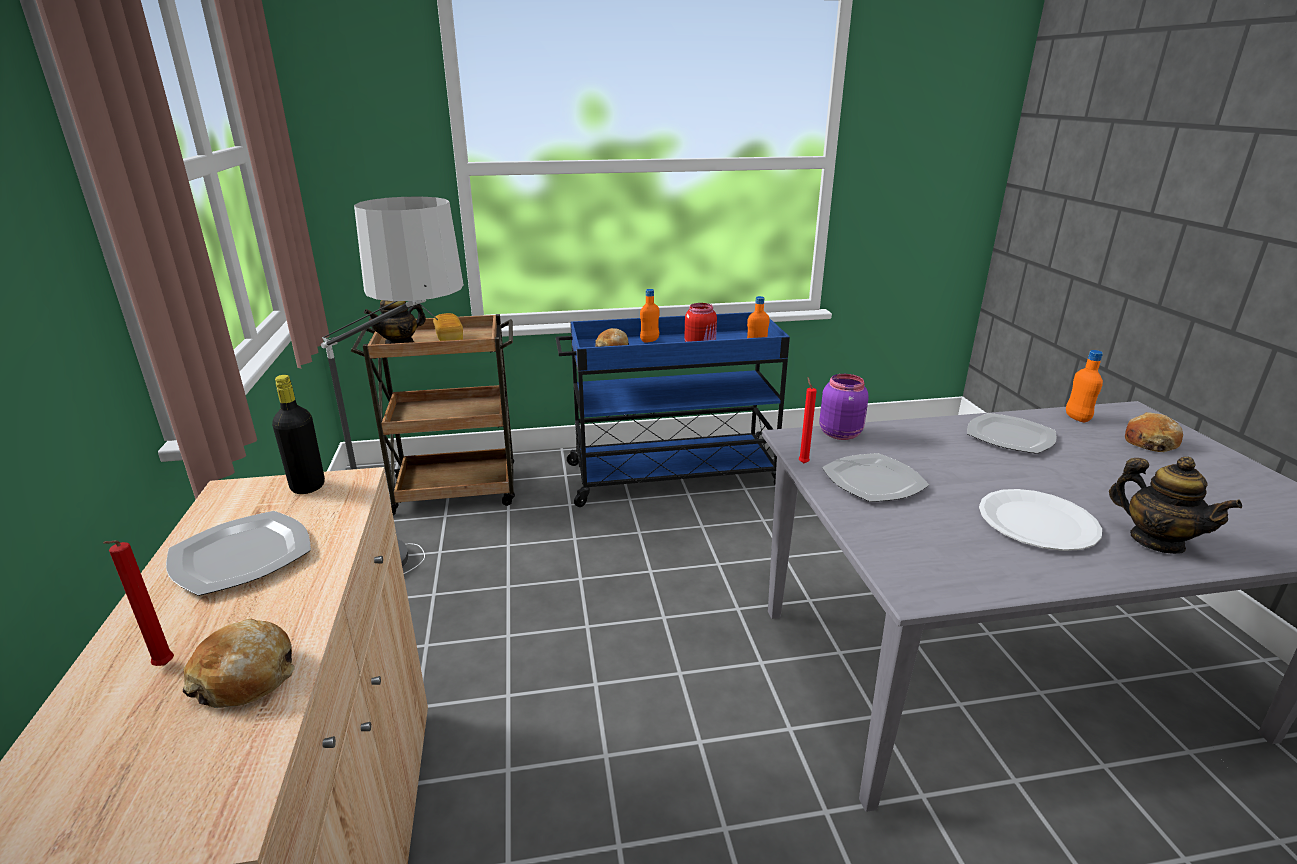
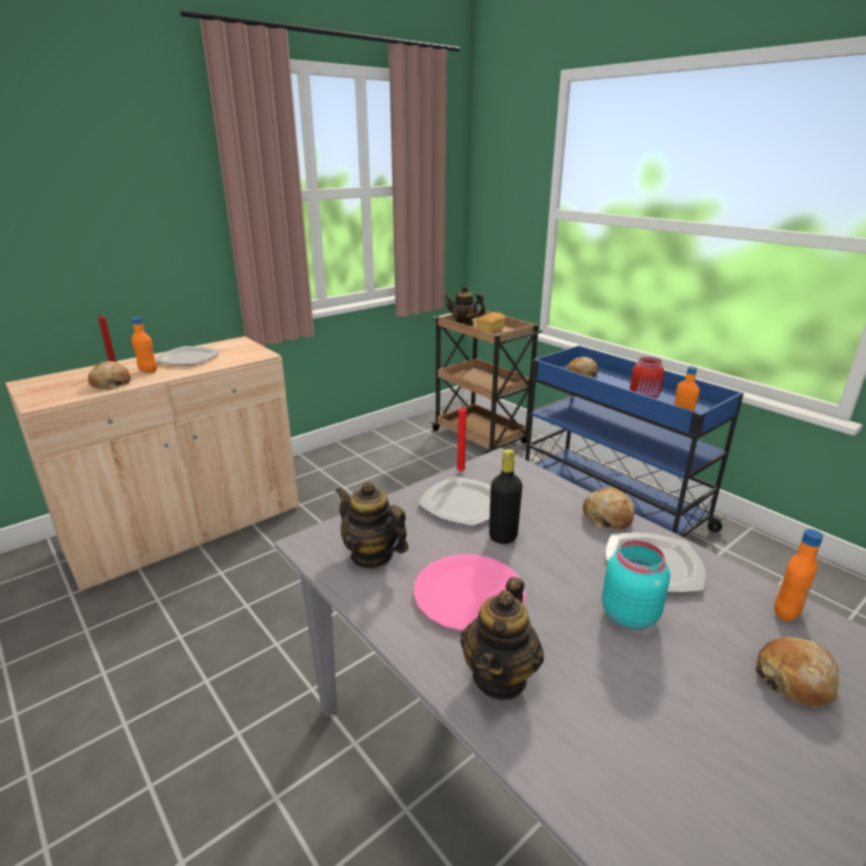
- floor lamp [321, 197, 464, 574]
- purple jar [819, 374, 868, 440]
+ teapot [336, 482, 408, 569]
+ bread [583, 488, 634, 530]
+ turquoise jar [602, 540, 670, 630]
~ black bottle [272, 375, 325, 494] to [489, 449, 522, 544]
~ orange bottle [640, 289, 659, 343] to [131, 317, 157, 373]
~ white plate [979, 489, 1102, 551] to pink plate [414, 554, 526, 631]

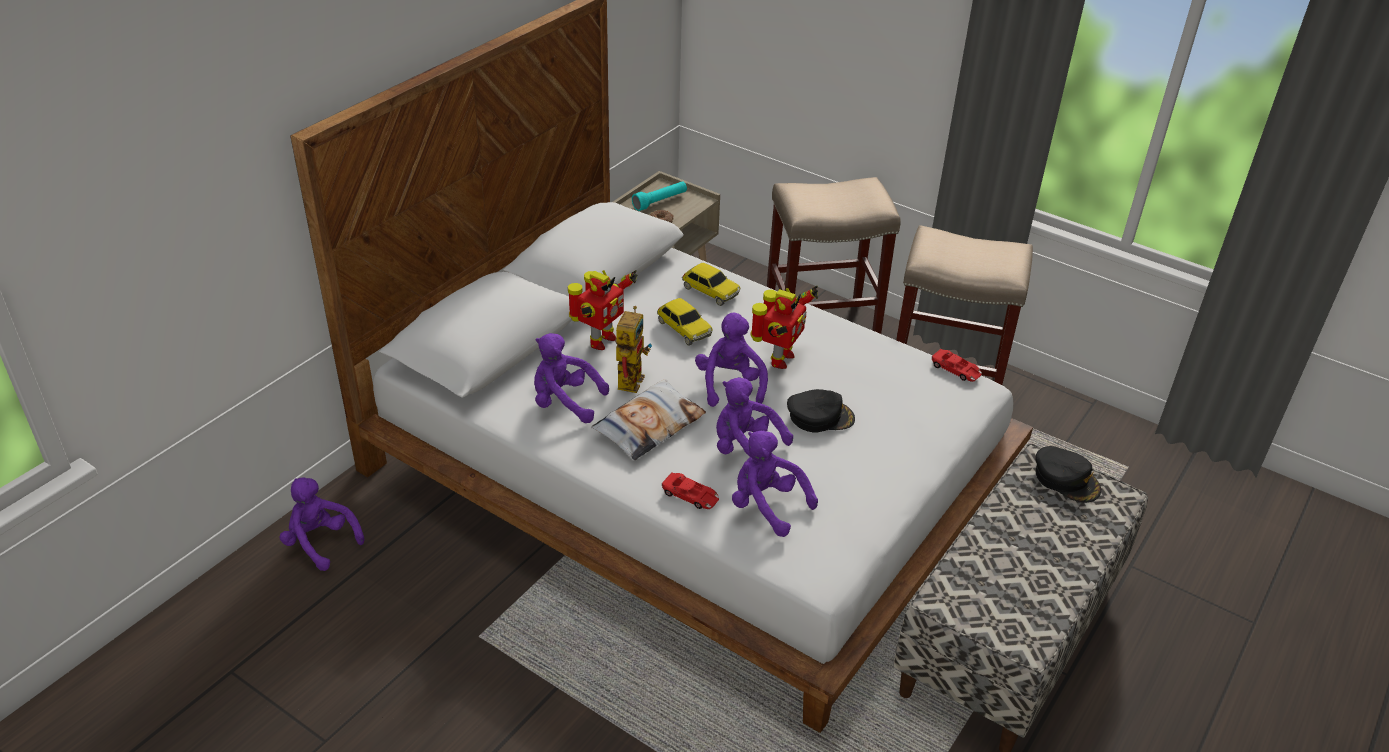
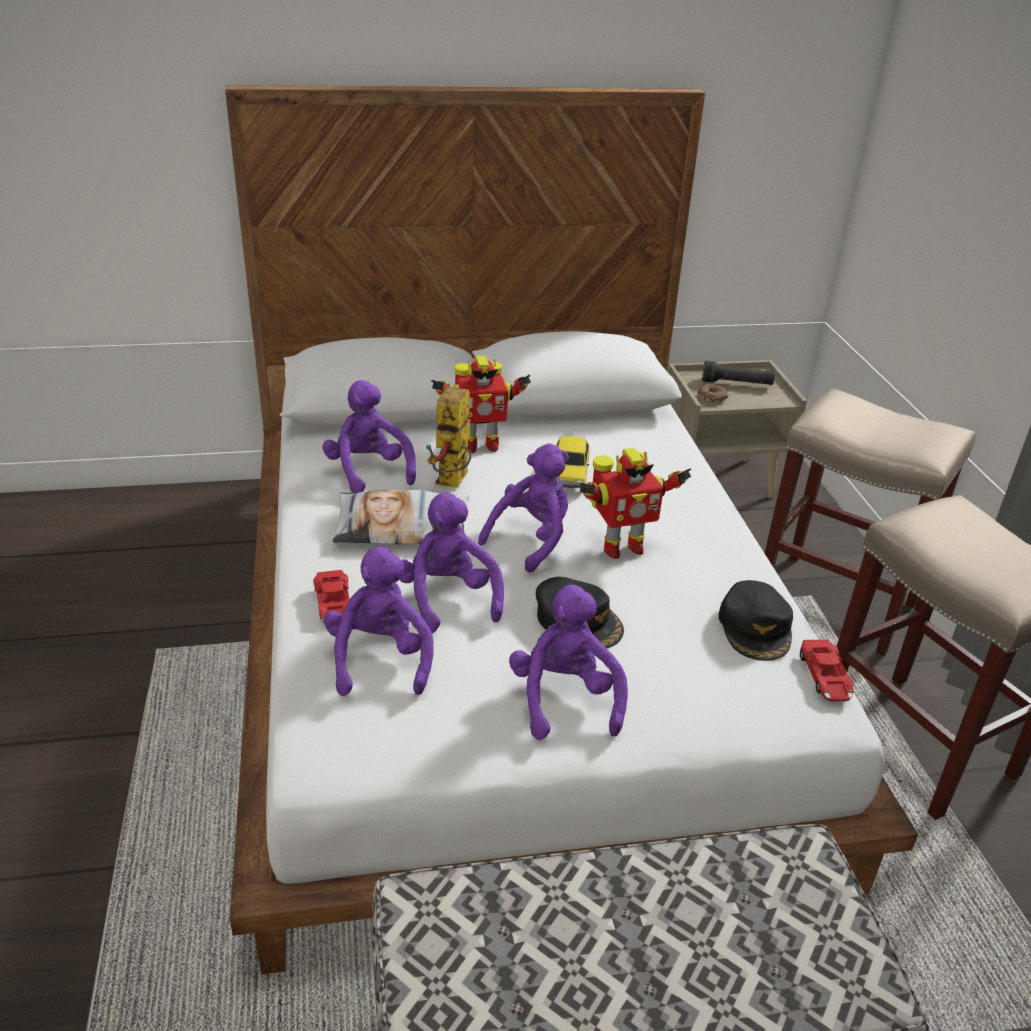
- toy car [682, 263, 740, 306]
~ purple plush toy [280, 477, 364, 571] to [509, 585, 628, 740]
~ black cap [1035, 446, 1101, 503] to [719, 580, 793, 661]
~ turquoise flashlight [632, 181, 687, 211] to black flashlight [702, 361, 775, 385]
~ toy robot [615, 306, 652, 393] = [426, 386, 472, 488] 135 degrees clockwise

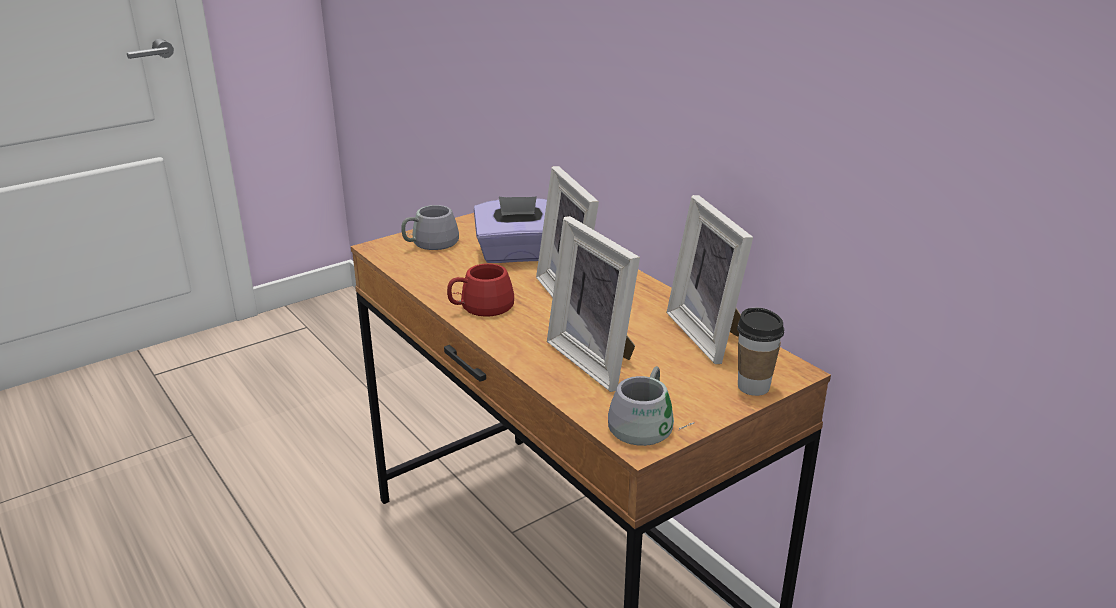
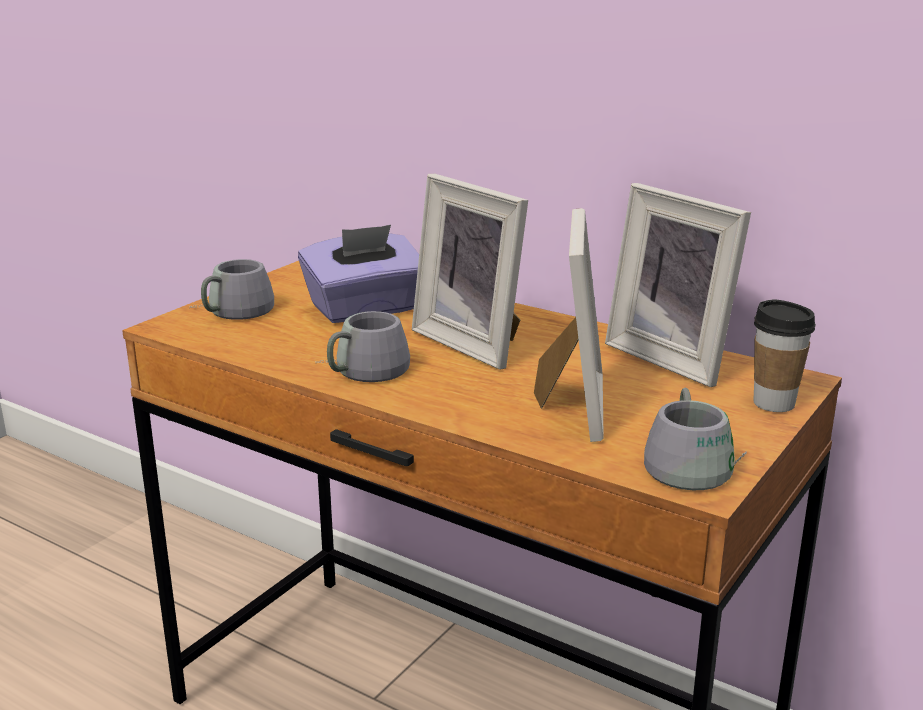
~ red mug [447, 263, 514, 317] to grey mug [315, 311, 410, 382]
~ picture frame [547, 216, 640, 392] = [534, 208, 604, 442] 120 degrees counterclockwise

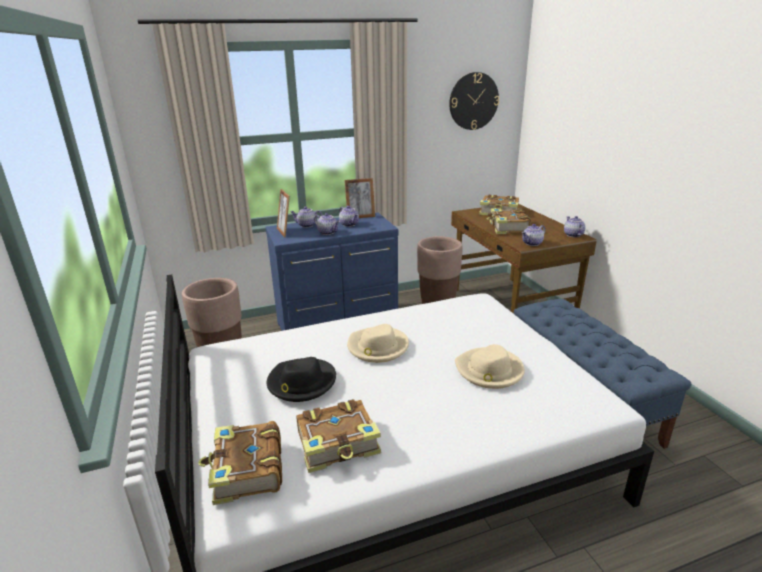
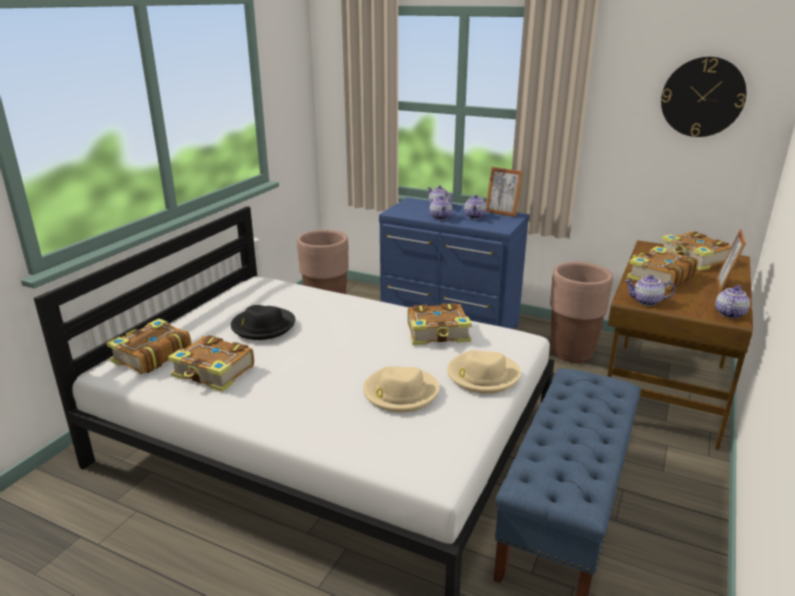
+ book [408, 303, 472, 345]
~ picture frame [277, 189, 290, 238] to [716, 229, 746, 293]
~ beige hat [347, 324, 409, 363] to [447, 350, 521, 394]

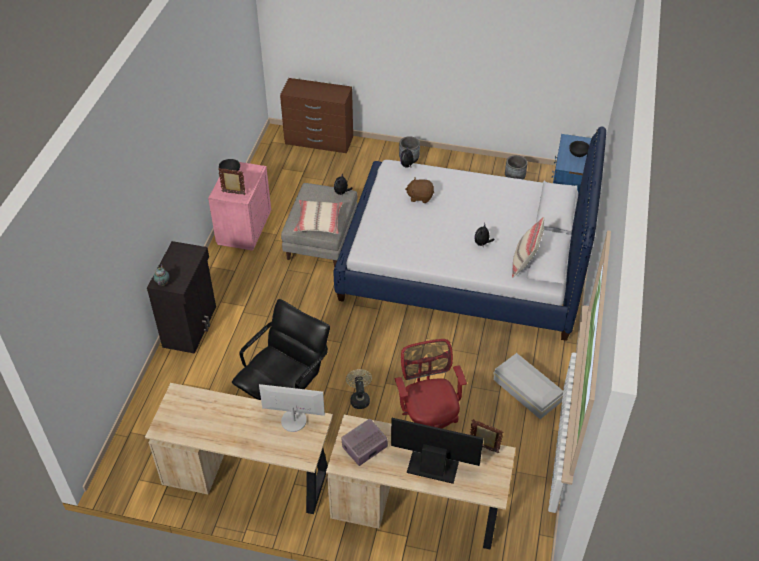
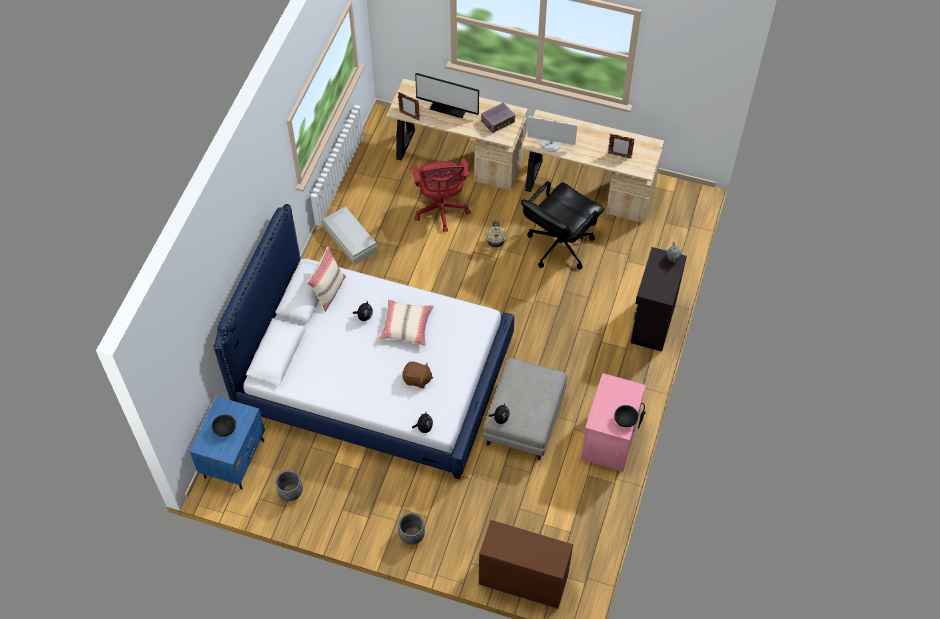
~ picture frame [218, 168, 245, 195] to [608, 134, 634, 158]
~ beige pillow [293, 200, 343, 234] to [379, 300, 434, 346]

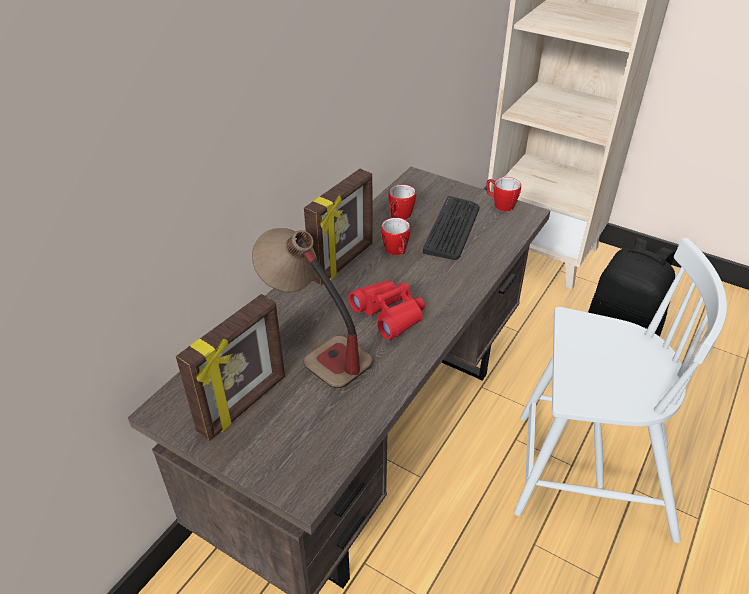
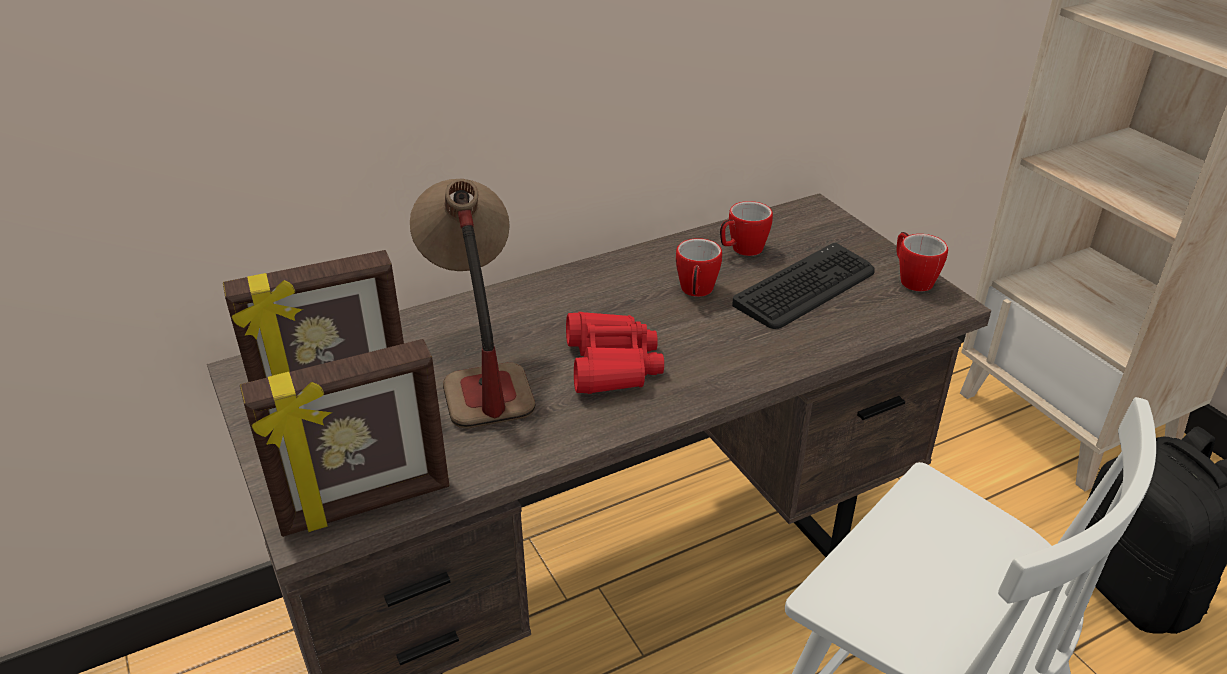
~ picture frame [304, 169, 373, 285] to [240, 339, 449, 537]

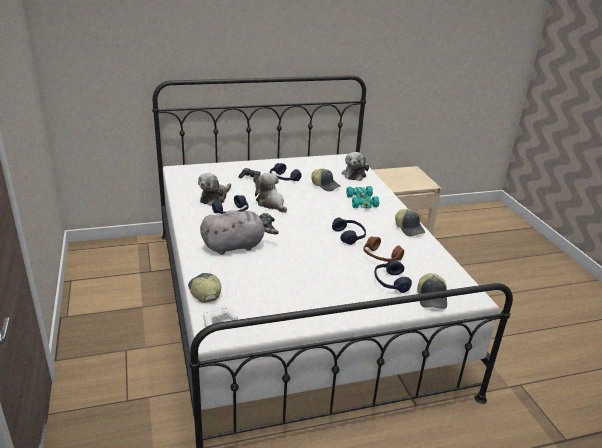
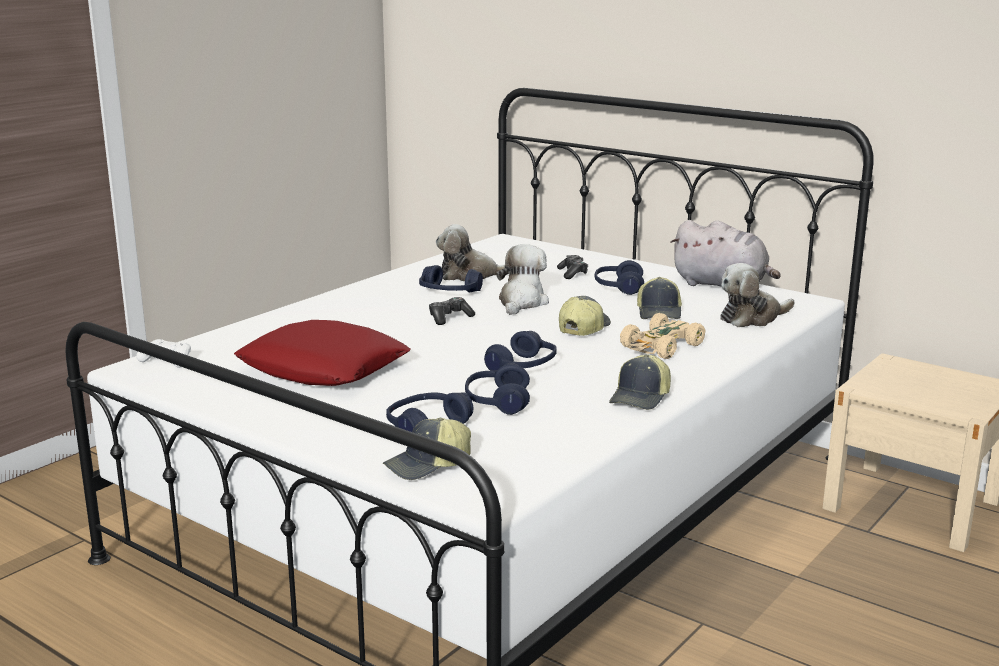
+ red pillow [234, 320, 411, 386]
~ cap [188, 273, 221, 303] to [559, 296, 611, 336]
~ grey plush toy [200, 210, 279, 255] to [670, 220, 781, 286]
~ turquoise toy car [346, 186, 380, 209] to beige toy car [620, 313, 706, 359]
~ brown headphones [363, 236, 404, 262] to blue headphones [465, 363, 530, 415]

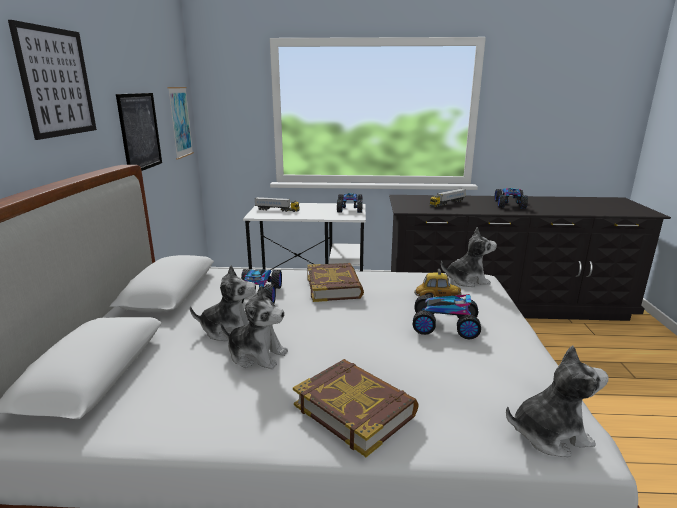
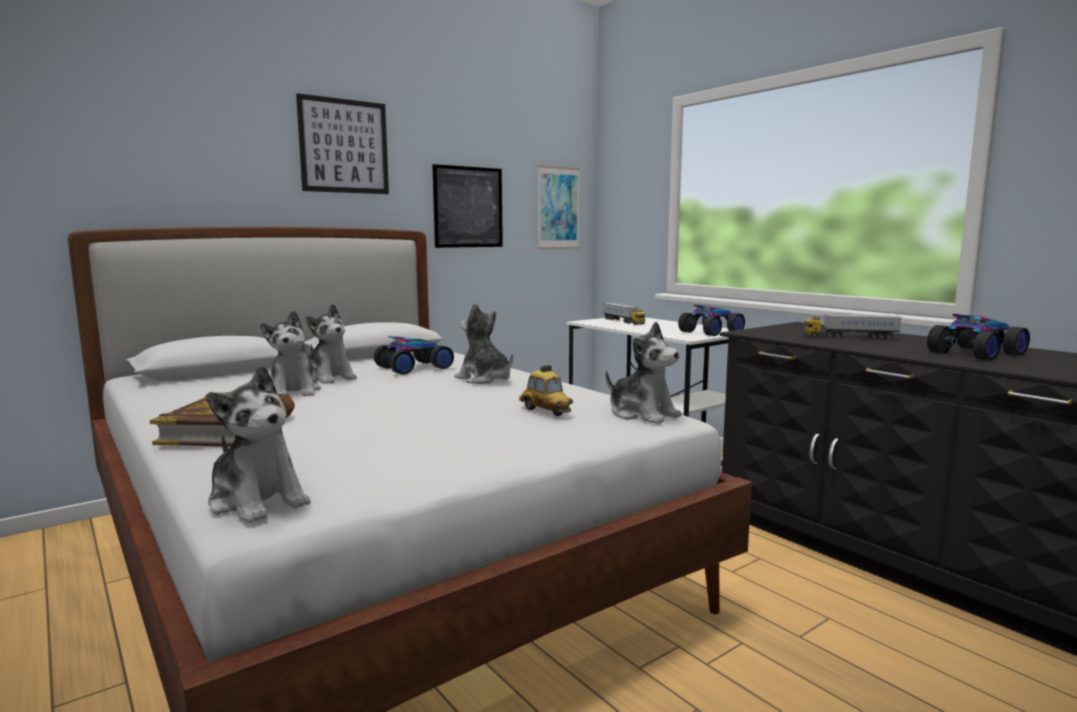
- toy car [413, 294, 481, 339]
~ book [307, 263, 364, 302] to plush toy [455, 303, 513, 384]

